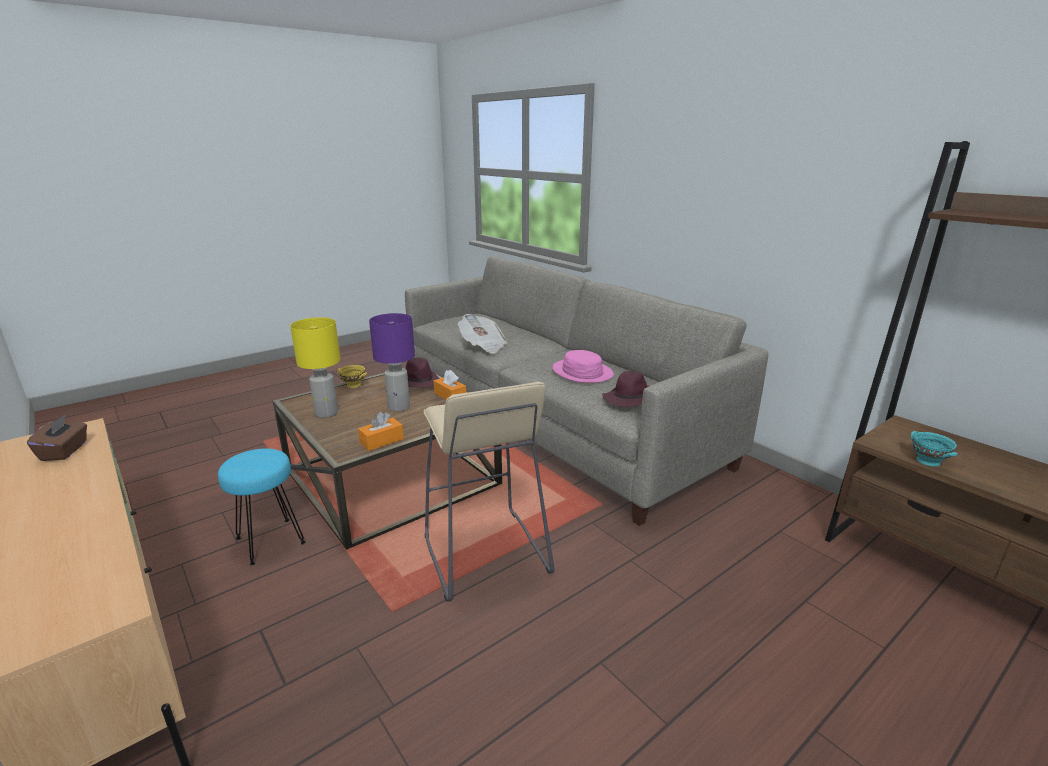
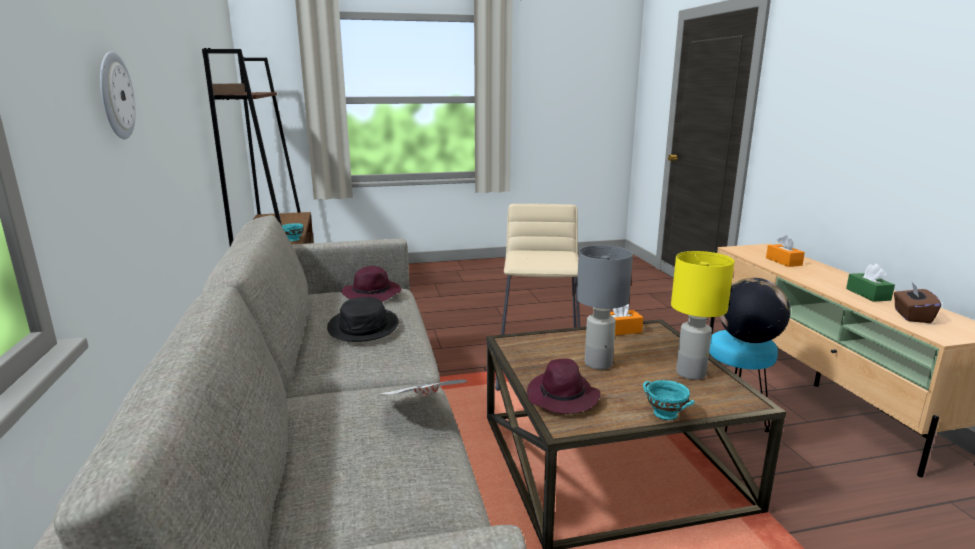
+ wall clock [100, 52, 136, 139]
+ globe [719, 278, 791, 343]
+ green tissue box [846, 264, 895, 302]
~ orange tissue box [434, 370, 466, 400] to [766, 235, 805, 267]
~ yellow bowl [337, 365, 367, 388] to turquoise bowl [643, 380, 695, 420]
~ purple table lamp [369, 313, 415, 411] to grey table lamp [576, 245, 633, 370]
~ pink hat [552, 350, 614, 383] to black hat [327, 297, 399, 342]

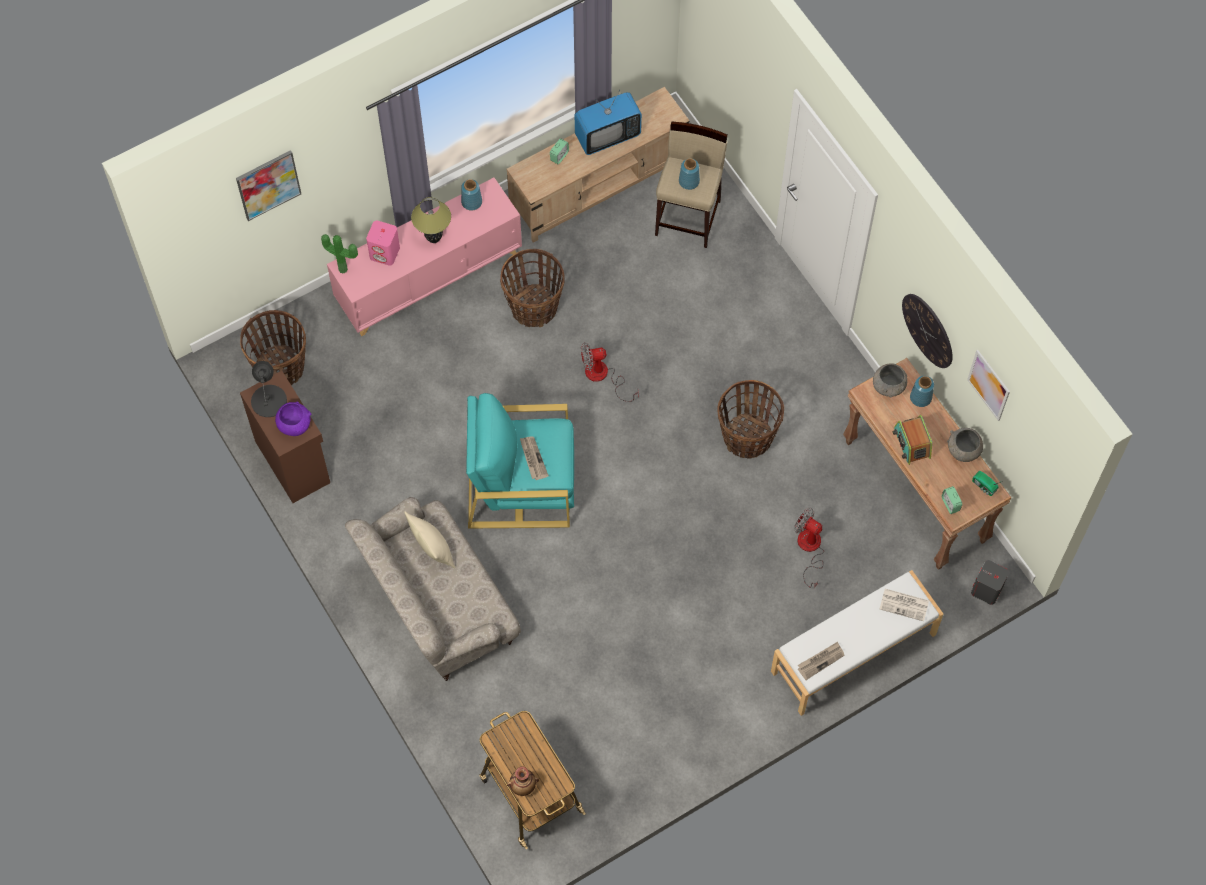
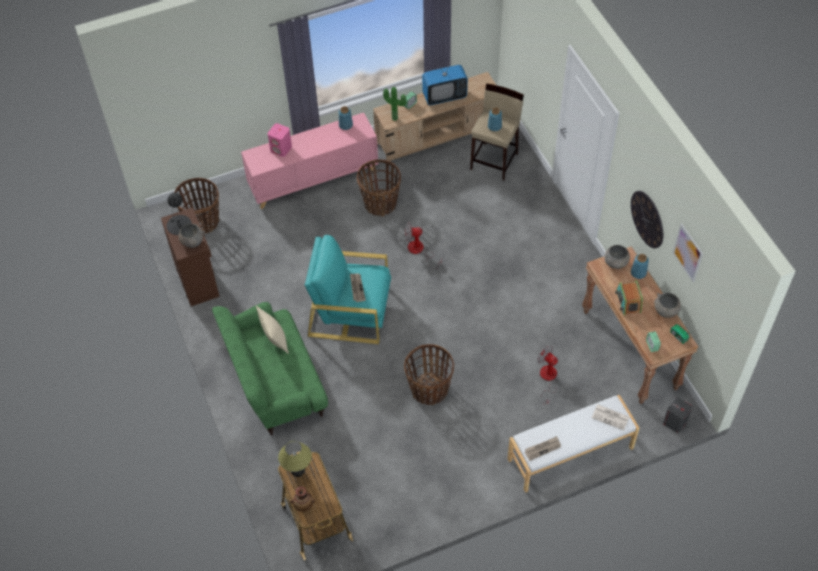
- picture [236, 150, 301, 221]
~ potted plant [321, 234, 358, 274] to [383, 87, 406, 121]
~ table lamp [411, 197, 451, 243] to [278, 441, 312, 477]
~ basket [717, 380, 784, 459] to [404, 344, 454, 405]
~ purple bowl [275, 402, 312, 436] to grey bowl [178, 224, 204, 248]
~ beige sofa [345, 497, 521, 681] to green sofa [212, 302, 328, 436]

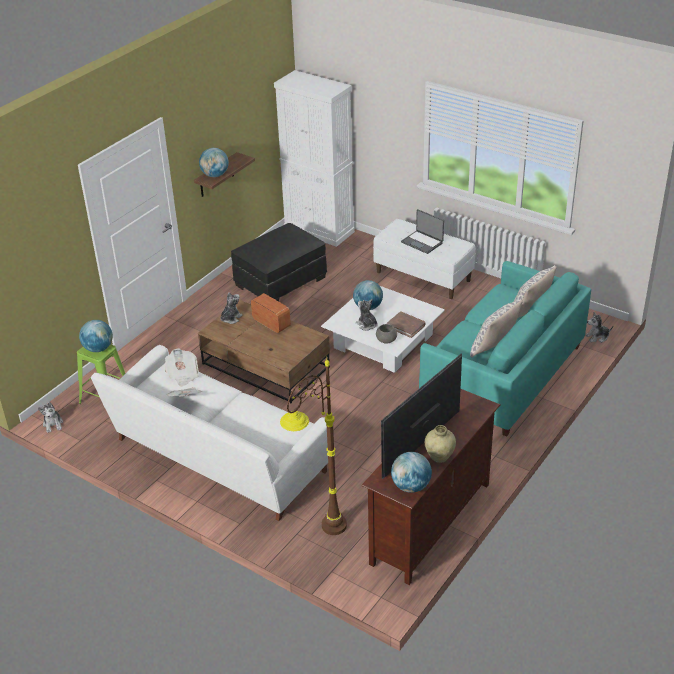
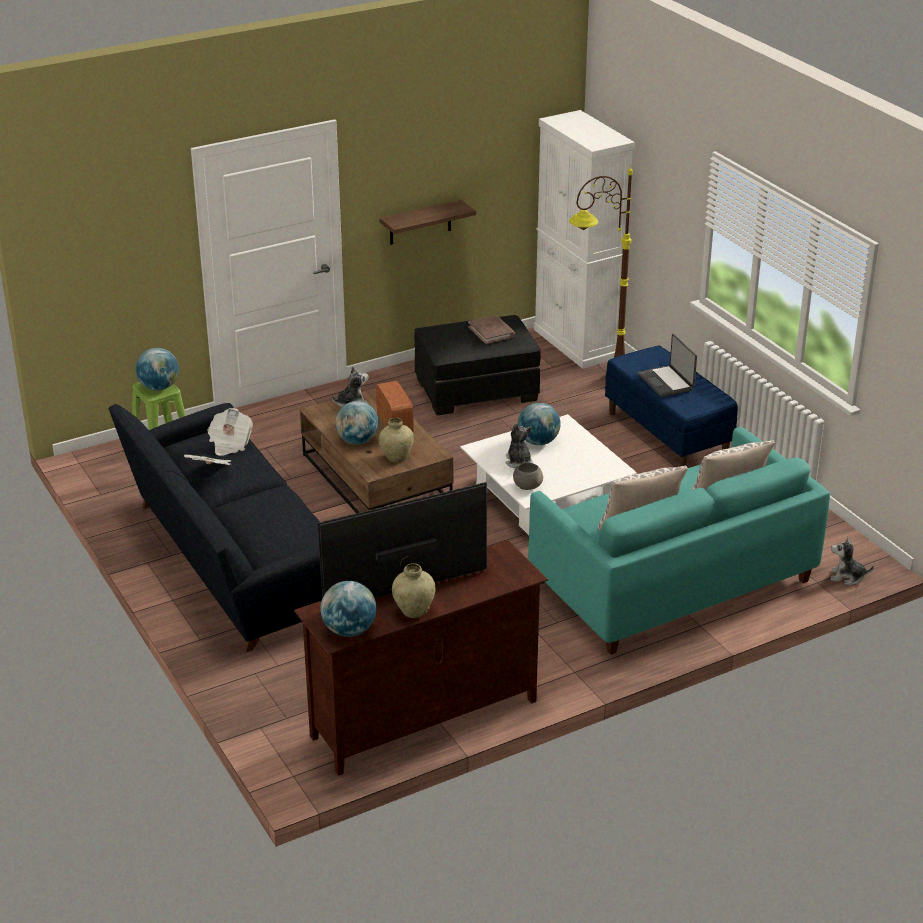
- plush toy [38, 402, 63, 433]
+ beige vase [379, 418, 414, 462]
~ globe [199, 148, 229, 177] to [335, 401, 379, 444]
~ brown floor lamp [280, 360, 347, 535] to [569, 164, 633, 380]
~ brown book [386, 311, 426, 338] to [468, 315, 515, 344]
~ white sofa [91, 345, 328, 521] to black sofa [109, 403, 322, 652]
~ white bench [373, 219, 475, 299] to blue bench [605, 345, 738, 467]

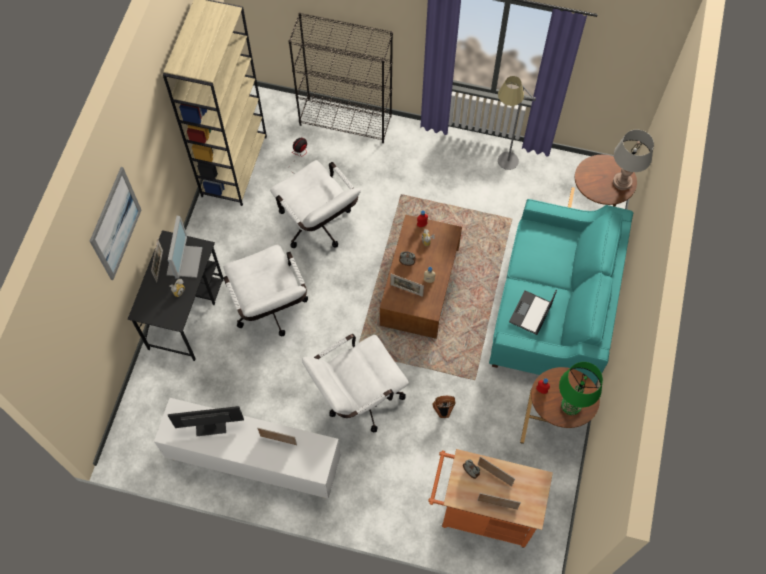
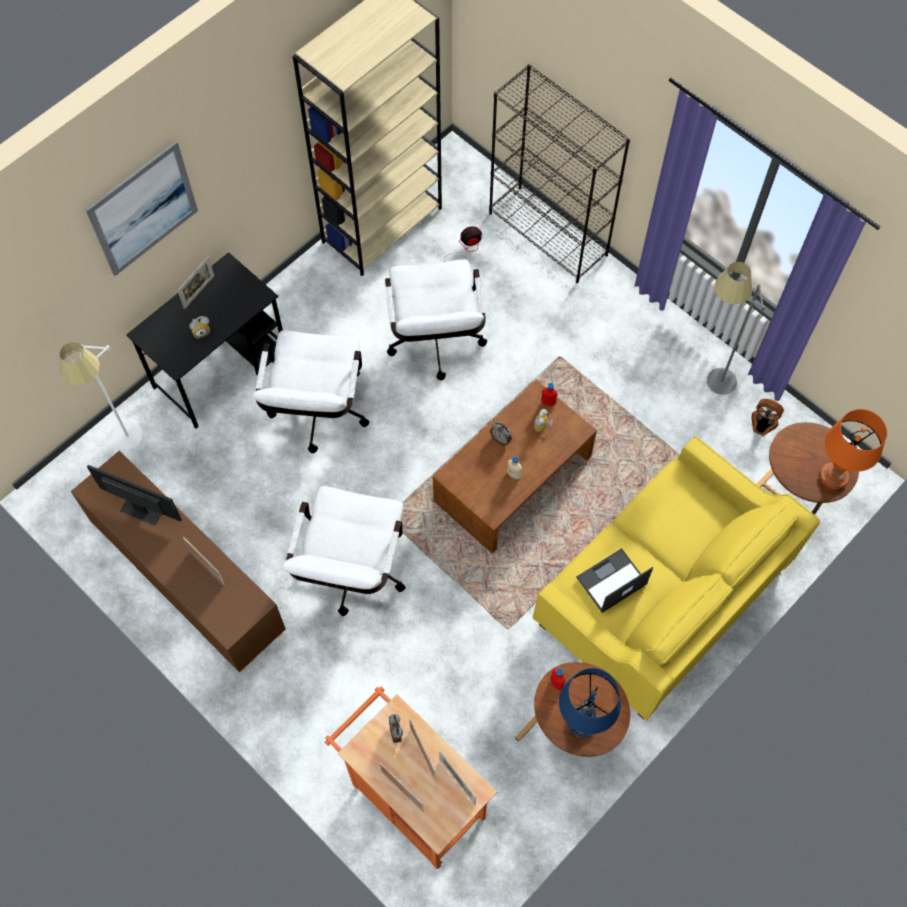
- monitor [167, 216, 202, 279]
+ white floor lamp [60, 342, 143, 450]
~ picture frame [390, 274, 424, 297] to [439, 750, 476, 805]
~ fan [433, 396, 455, 418] to [751, 399, 784, 436]
~ white cabinet [154, 398, 341, 499] to brown cabinet [71, 450, 286, 673]
~ turquoise sofa [489, 199, 633, 384] to yellow sofa [533, 436, 820, 721]
~ green table lamp [559, 362, 603, 415] to blue table lamp [559, 668, 621, 738]
~ grey table lamp [613, 130, 654, 190] to orange table lamp [820, 409, 887, 489]
~ white office chair [302, 334, 409, 432] = [282, 486, 406, 616] 75 degrees counterclockwise

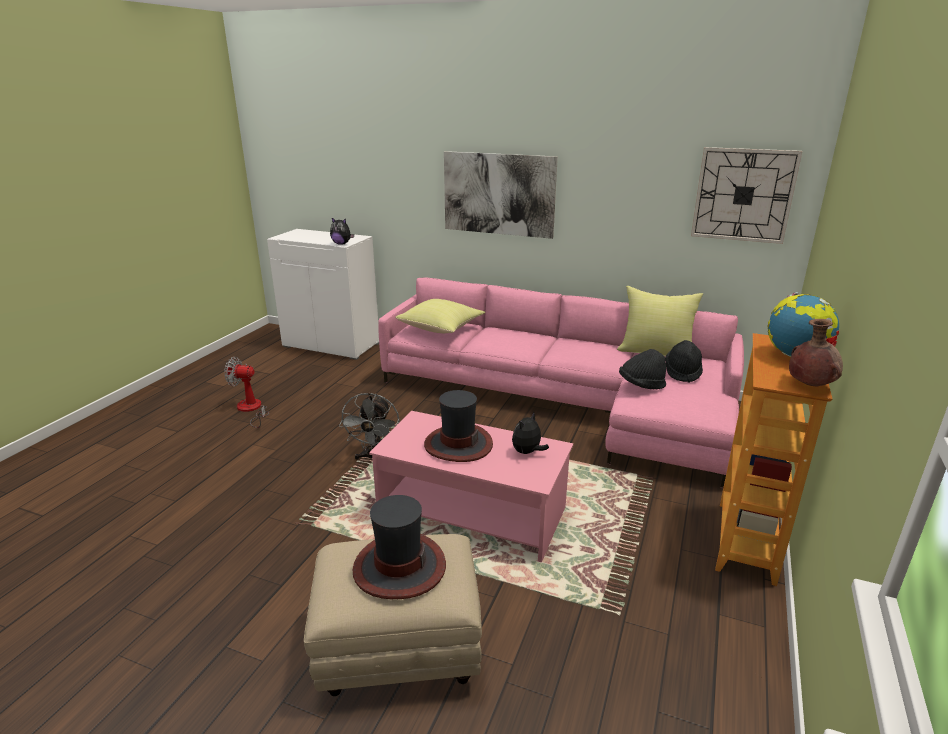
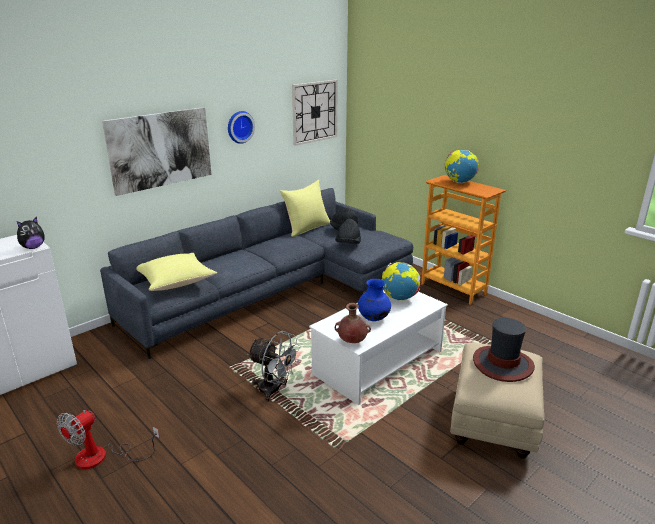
+ wall clock [228, 111, 255, 144]
~ brown vase [789, 319, 843, 386] to [335, 303, 371, 343]
~ hat [424, 390, 493, 462] to blue vase [358, 279, 391, 321]
~ plush toy [512, 413, 549, 454] to globe [382, 262, 420, 301]
~ pink coffee table [369, 411, 573, 562] to white coffee table [309, 290, 448, 405]
~ pink sofa [378, 278, 744, 488] to grey sofa [100, 188, 413, 359]

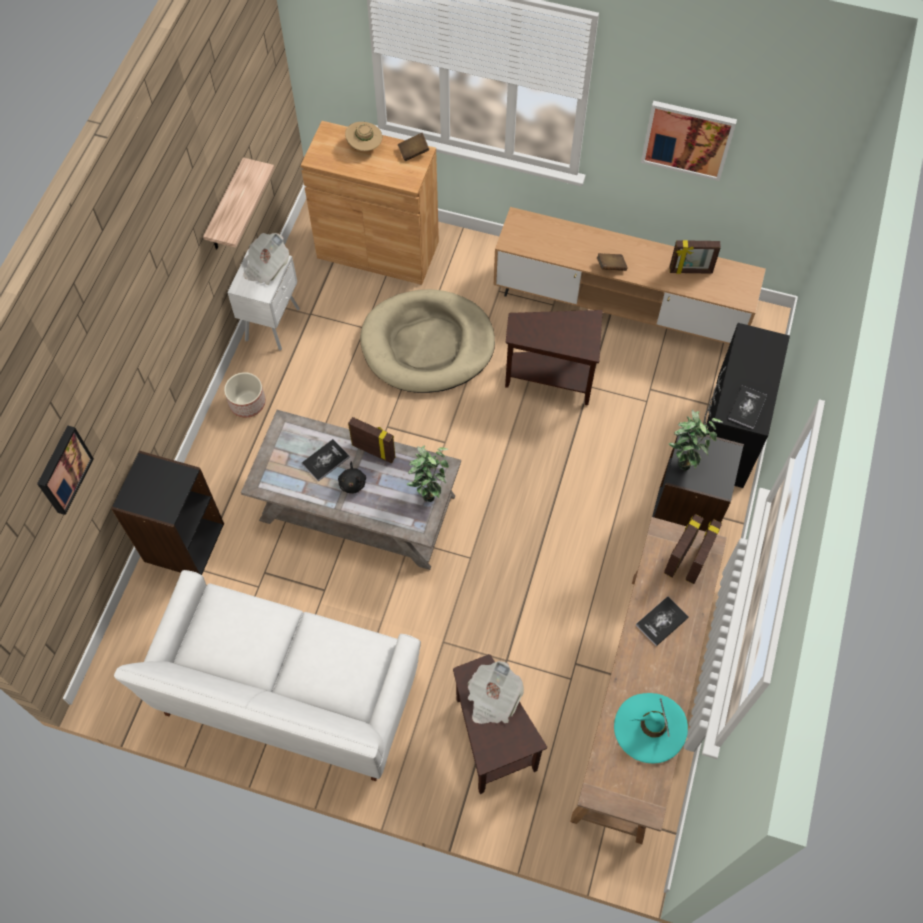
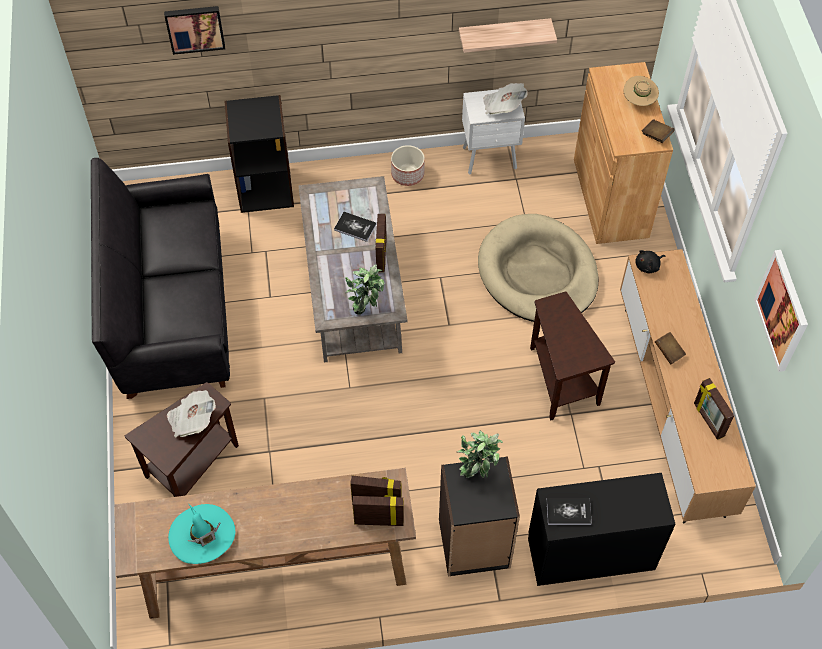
- book [636, 596, 689, 646]
~ black plush toy [338, 461, 366, 494] to [635, 250, 666, 273]
~ white sofa [114, 570, 421, 781] to black sofa [91, 158, 230, 399]

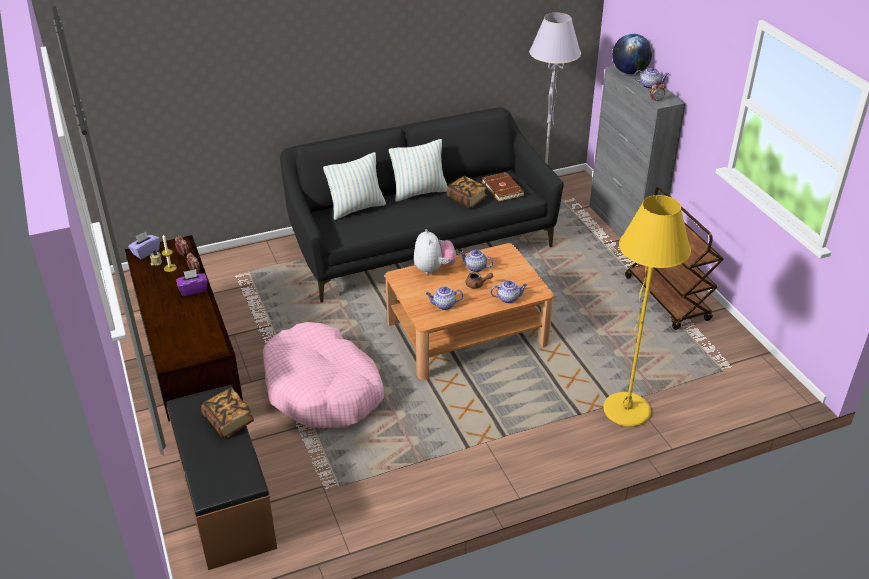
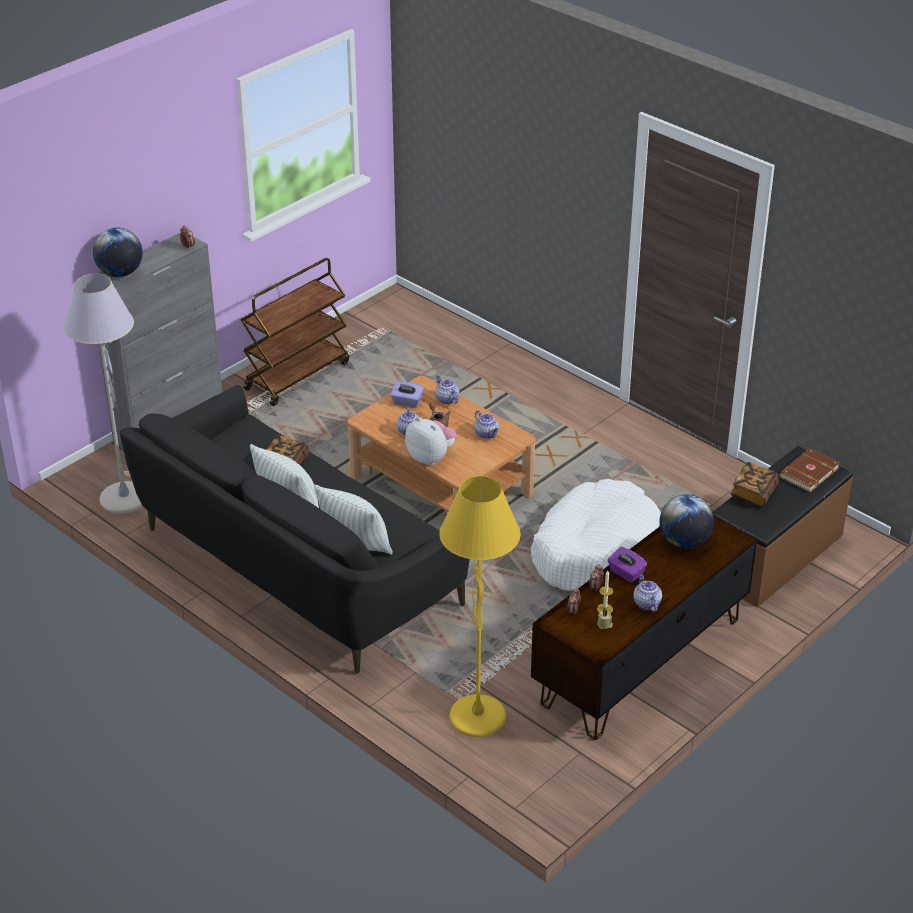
+ globe [660, 494, 714, 548]
~ purple tissue box [128, 231, 160, 259] to [391, 381, 424, 408]
~ brown book [482, 172, 525, 202] to [779, 448, 840, 492]
~ yellow floor lamp [603, 195, 691, 427] to [439, 476, 520, 737]
~ teapot [634, 67, 669, 89] to [633, 573, 662, 612]
~ pink dog bed [263, 322, 384, 428] to white dog bed [531, 479, 661, 591]
~ plush toy [414, 229, 456, 274] = [405, 417, 457, 466] 75 degrees clockwise

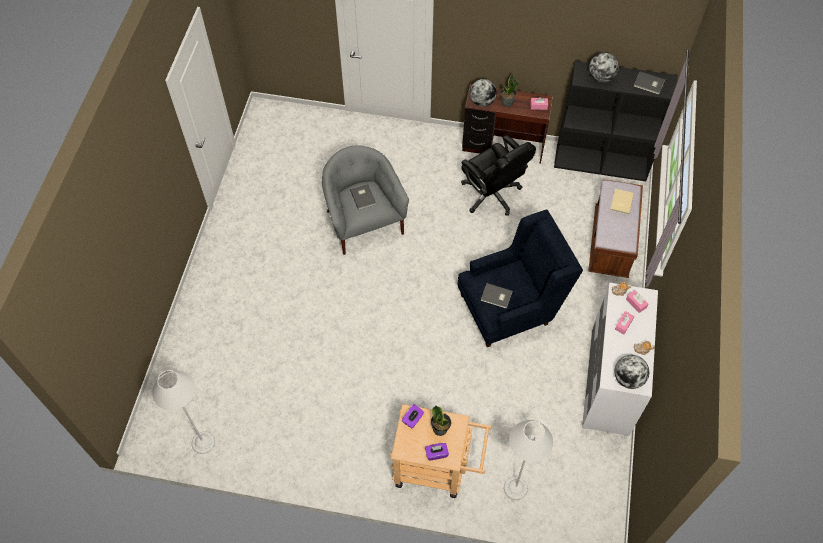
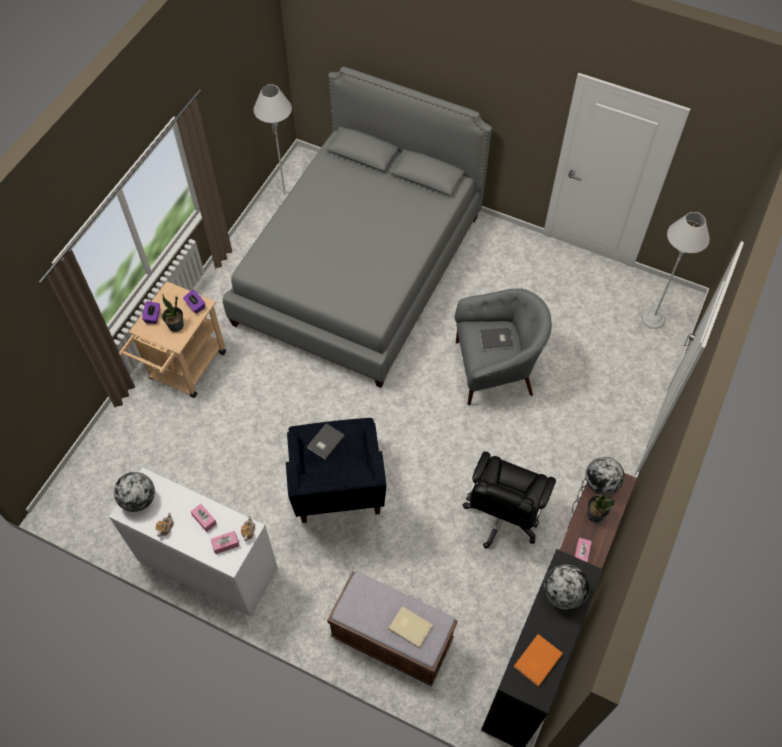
+ grey bed [223, 67, 492, 388]
~ grey floor lamp [504, 420, 553, 500] to [642, 212, 710, 329]
~ grey book [634, 71, 665, 95] to orange book [514, 634, 563, 686]
~ black office chair [461, 135, 536, 216] = [463, 451, 556, 548] 45 degrees counterclockwise

